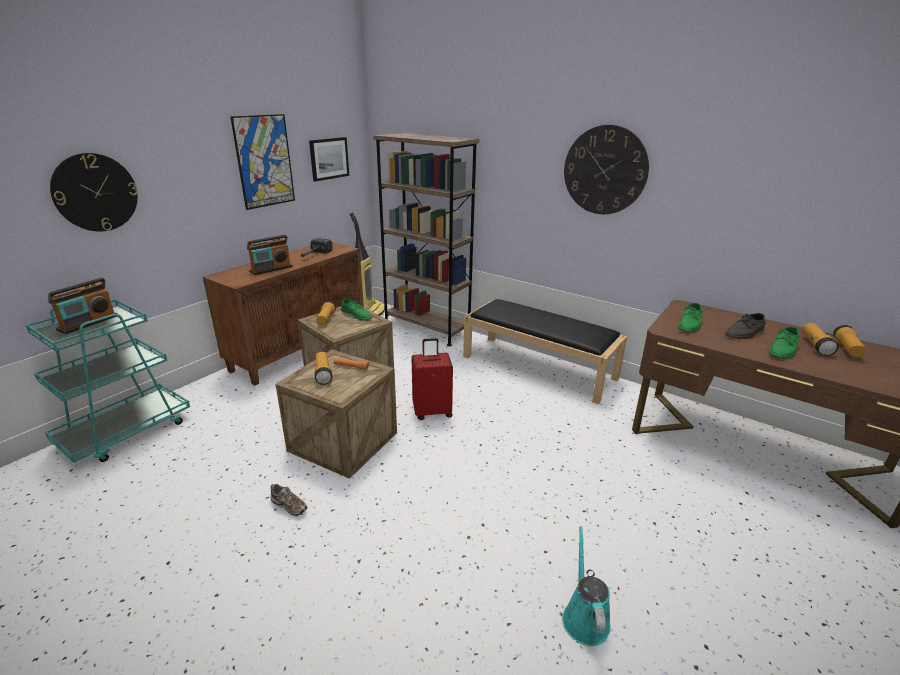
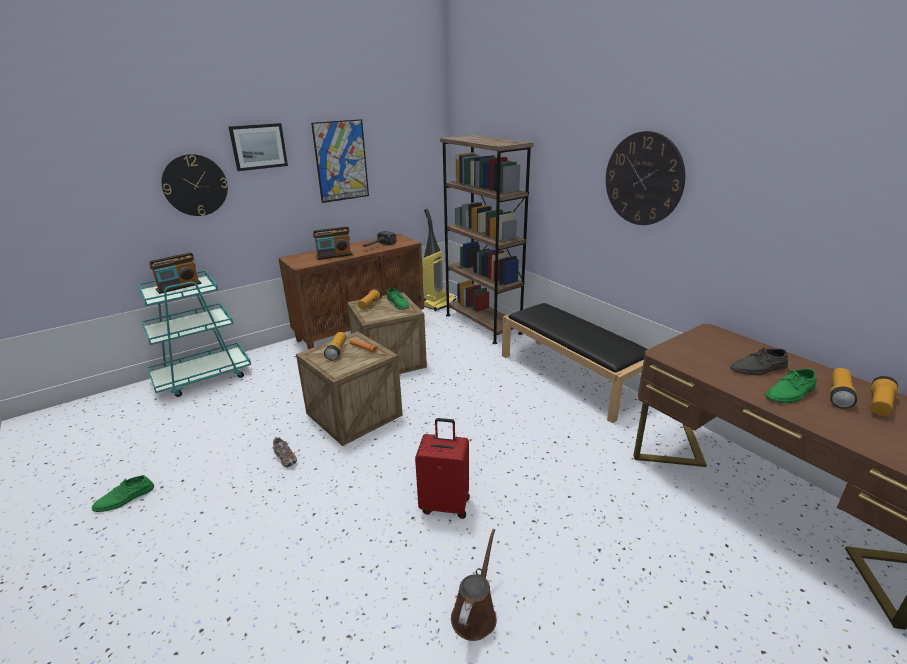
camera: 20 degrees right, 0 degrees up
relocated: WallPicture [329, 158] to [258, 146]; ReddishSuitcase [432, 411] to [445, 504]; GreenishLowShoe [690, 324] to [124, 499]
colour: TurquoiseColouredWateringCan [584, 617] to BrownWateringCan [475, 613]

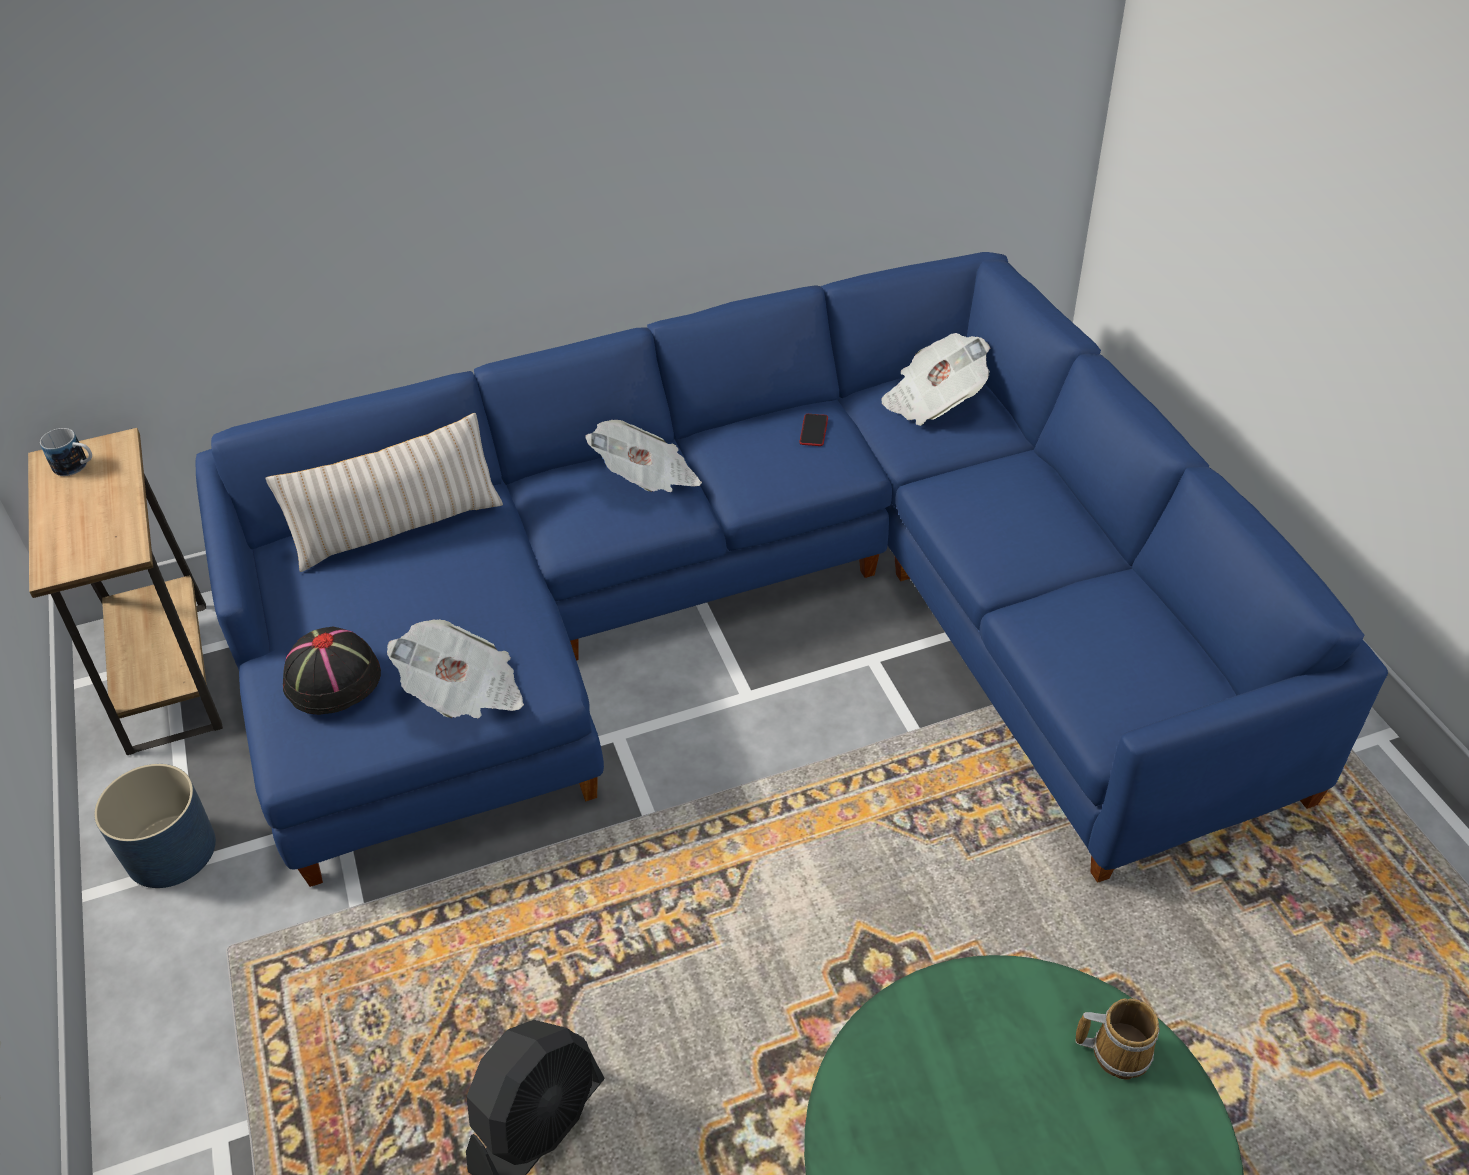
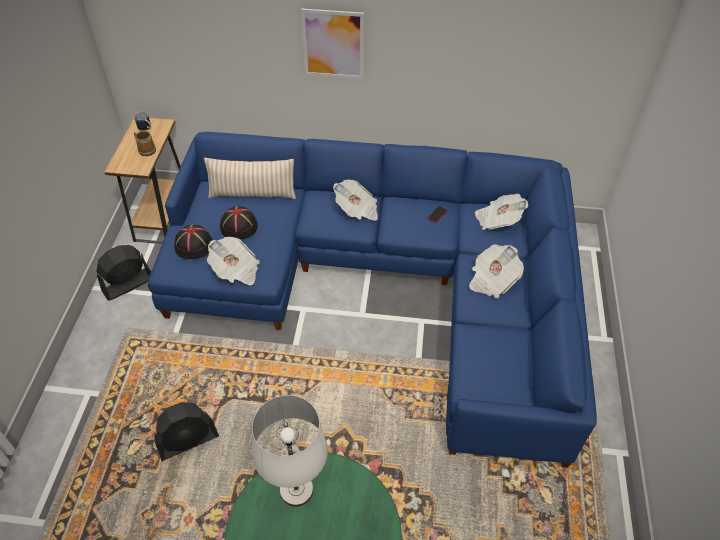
camera: 25 degrees right, 5 degrees up
appeared: BlackishClothingHat [238, 227]; WhiteColouredTableLamp [296, 490]; WallPicture [333, 44]; DailyPaper [492, 280]
relocated: TeaMug [1117, 1050] to [146, 150]
exchanged: BluishPlanter [171, 852] to BlackishFan [128, 284]

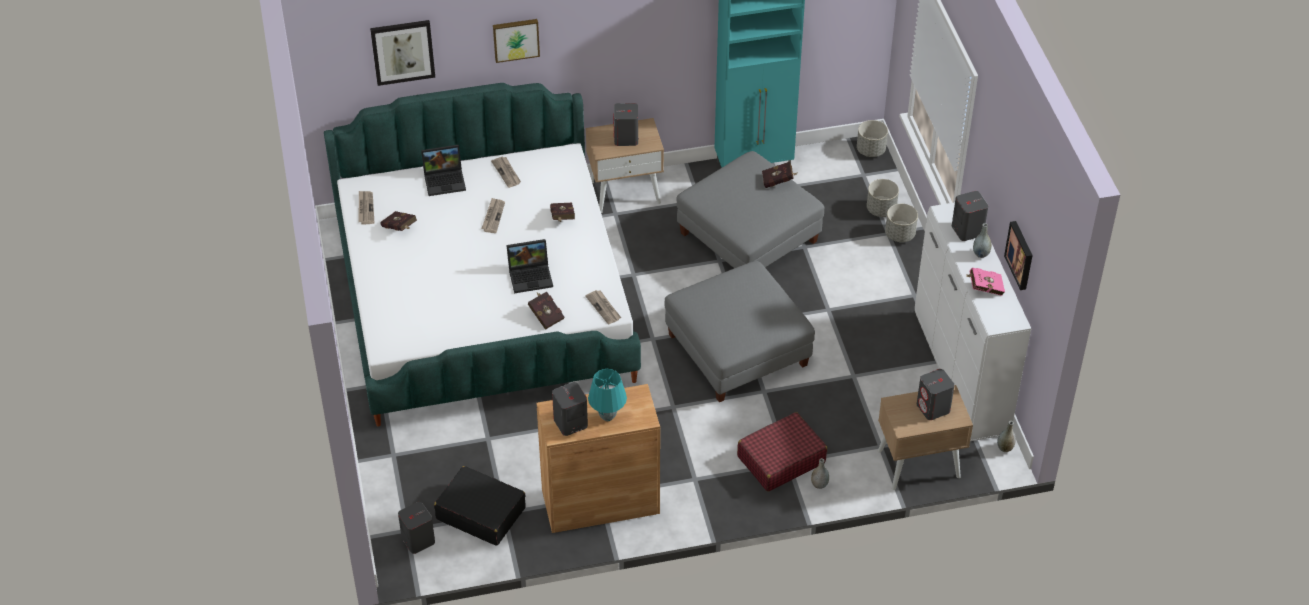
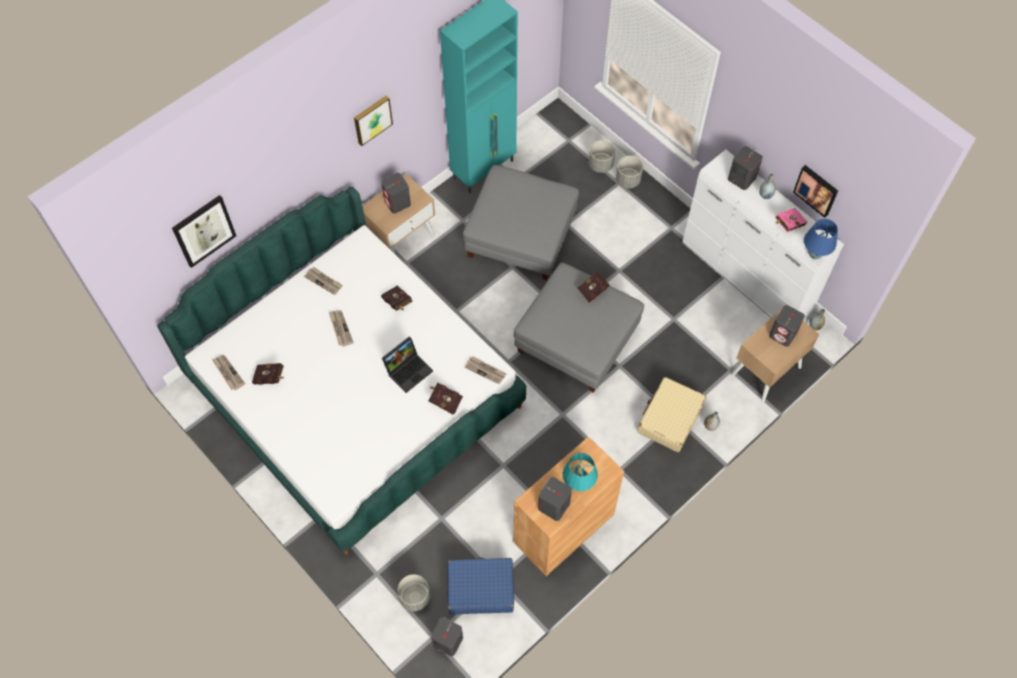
camera: 30 degrees left, 15 degrees up
missing: PortableComputer [445, 180]
appeared: BluishTableLamp [814, 254]
relocated: WallPicture [516, 39] to [372, 119]; ReddishVolume [779, 181] to [594, 290]; GrayPlanter [871, 150] to [415, 597]
colour: BlackishSuitcase [480, 513] to BluishSuitcase [480, 589]; ReddishSuitcase [780, 459] to SandColouredSuitcase [669, 419]

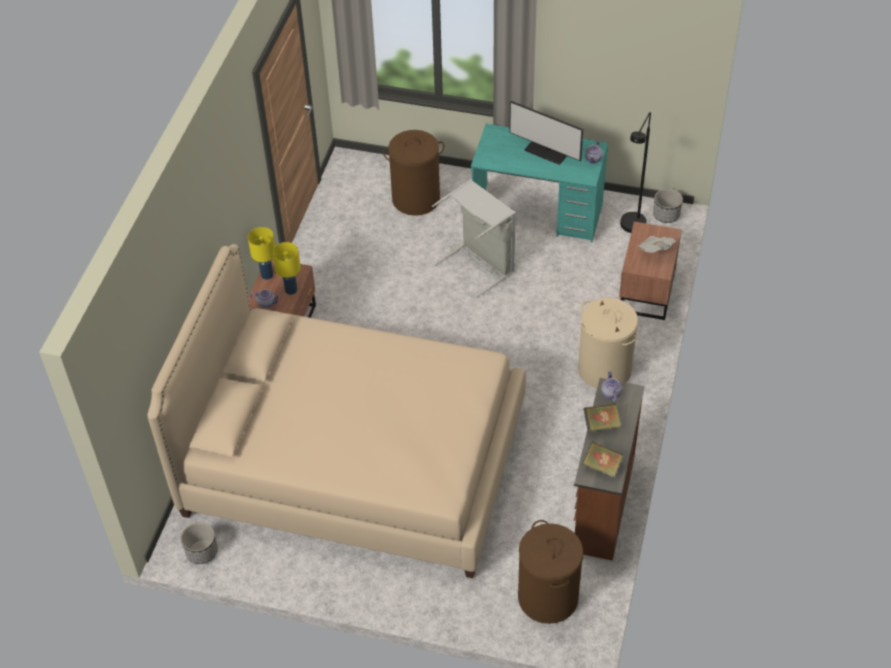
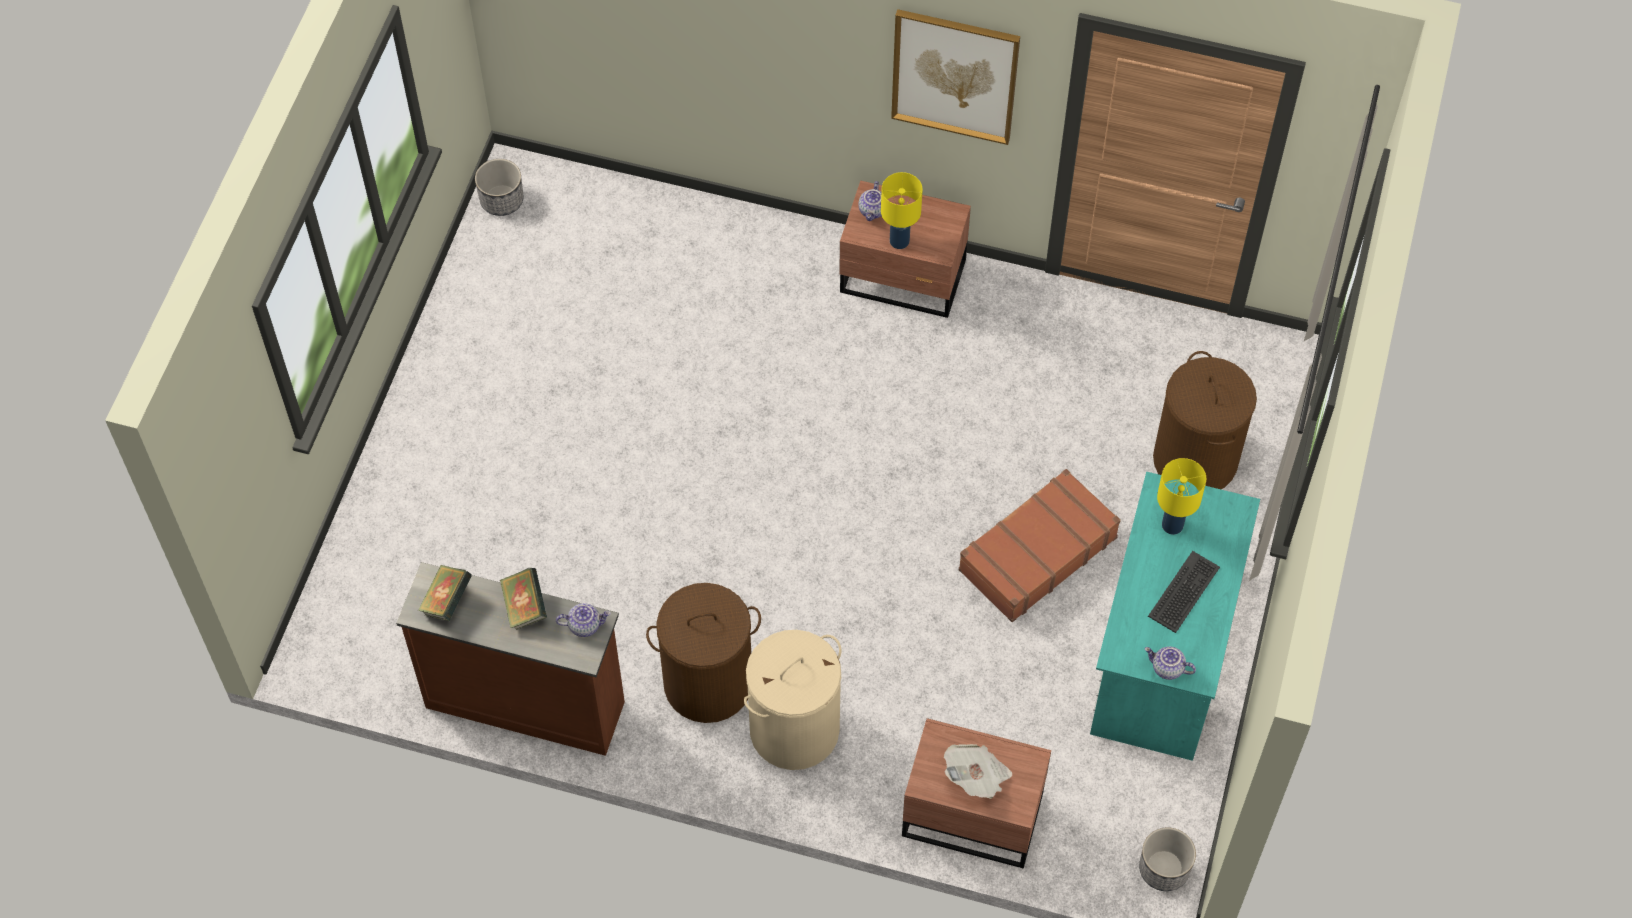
camera: 90 degrees right, 10 degrees up
missing: SandColouredBed [354, 460]; BlackishStandardLamp [631, 229]
appeared: WallPicture [954, 75]
relocated: YellowColouredTableLamp [267, 275] to [1172, 525]; BrownHamper [547, 597] to [708, 682]
exchanged: GrayHamper [480, 264] to BrownSuitcase [1036, 553]; ComputerDisplay [546, 152] to Keyboard [1184, 592]

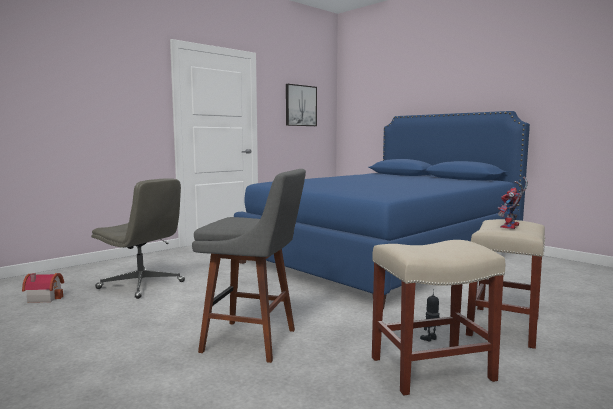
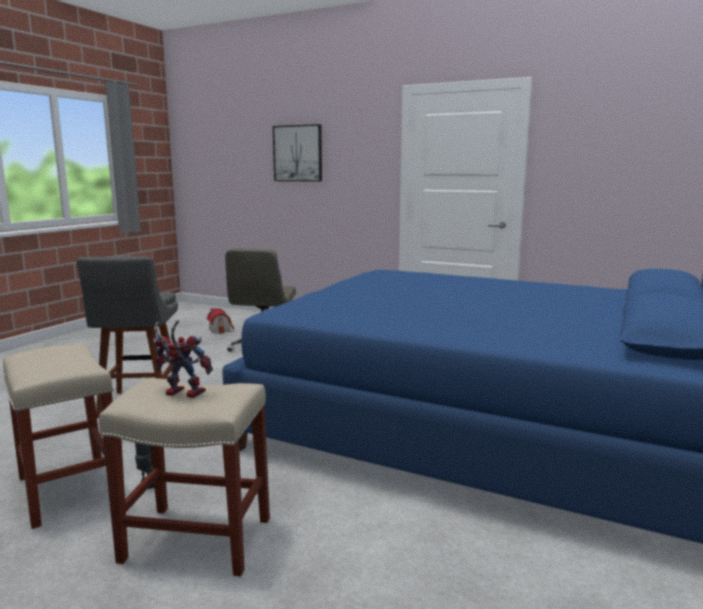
camera: 70 degrees right, 5 degrees up
relocated: WallPicture [300, 105] to [298, 153]

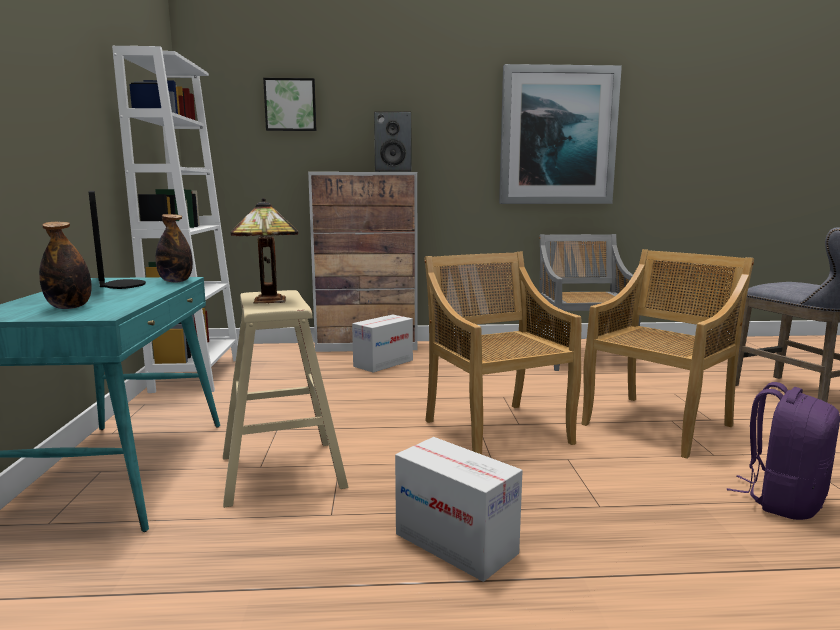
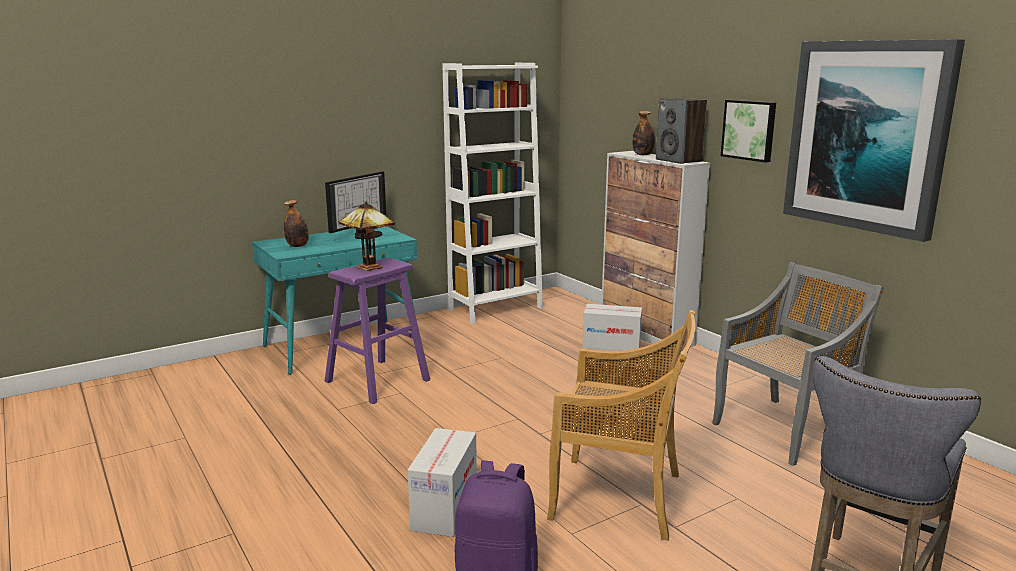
camera: 60 degrees right, 5 degrees up
missing: SandColouredPlainChair [496, 431]
relocated: Bottle [175, 281] to [642, 154]; WallPicture [290, 105] to [749, 130]; PackingBox [456, 543] to [445, 509]
colour: SandColouredSittingStool [282, 471] to PurplishSittingStool [377, 381]

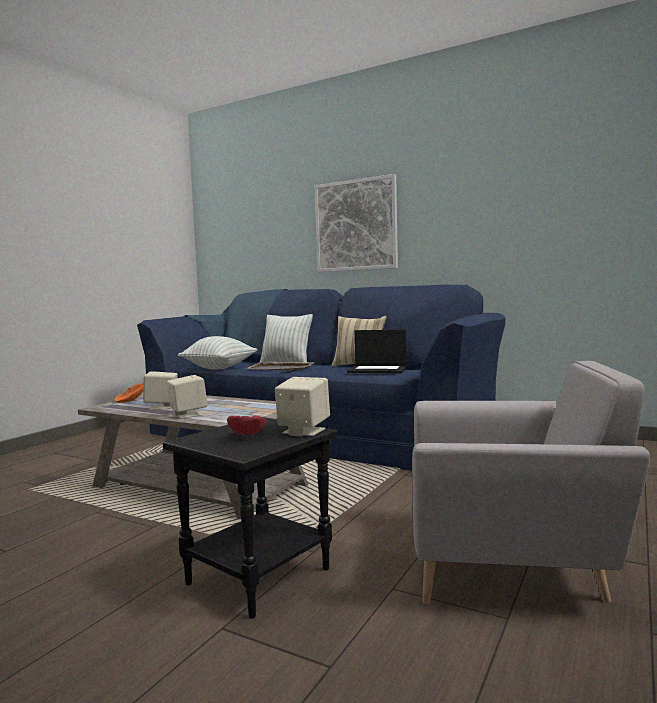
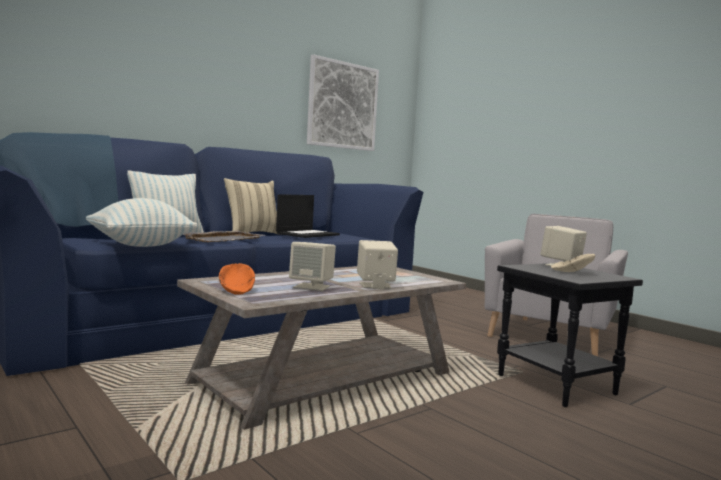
camera: 70 degrees left, 0 degrees up
relocated: WallPicture [356, 225] to [342, 105]
colour: ReddishDeepDish [249, 436] to SandColouredDeepDish [571, 272]

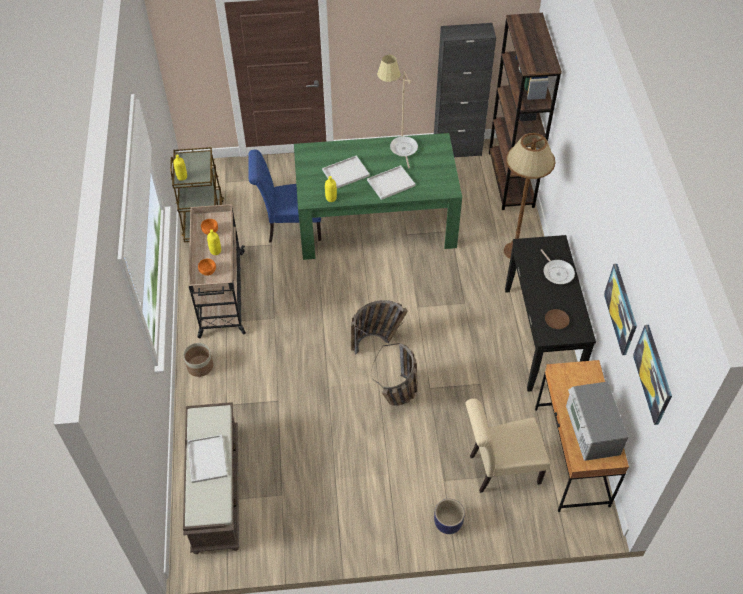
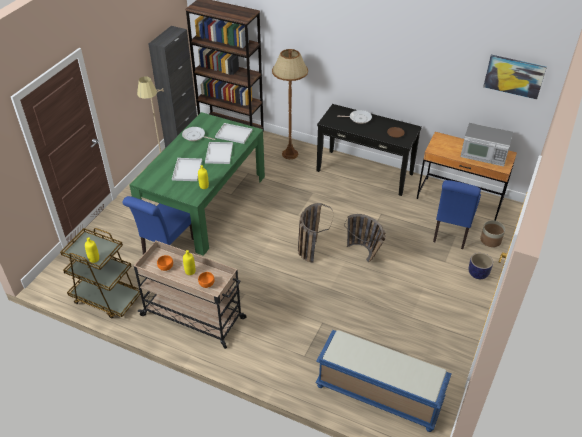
camera: 60 degrees left, 10 degrees down
missing: WallPicture [621, 309]
relocated: Planter [200, 366] to [490, 240]; WhiteColouredCarryingTray [208, 460] to [234, 134]
colour: BrownLongSeat [215, 488] to BluishLongSeat [377, 394]; SandColouredPlainChair [499, 469] to BluishPlainChair [451, 233]

